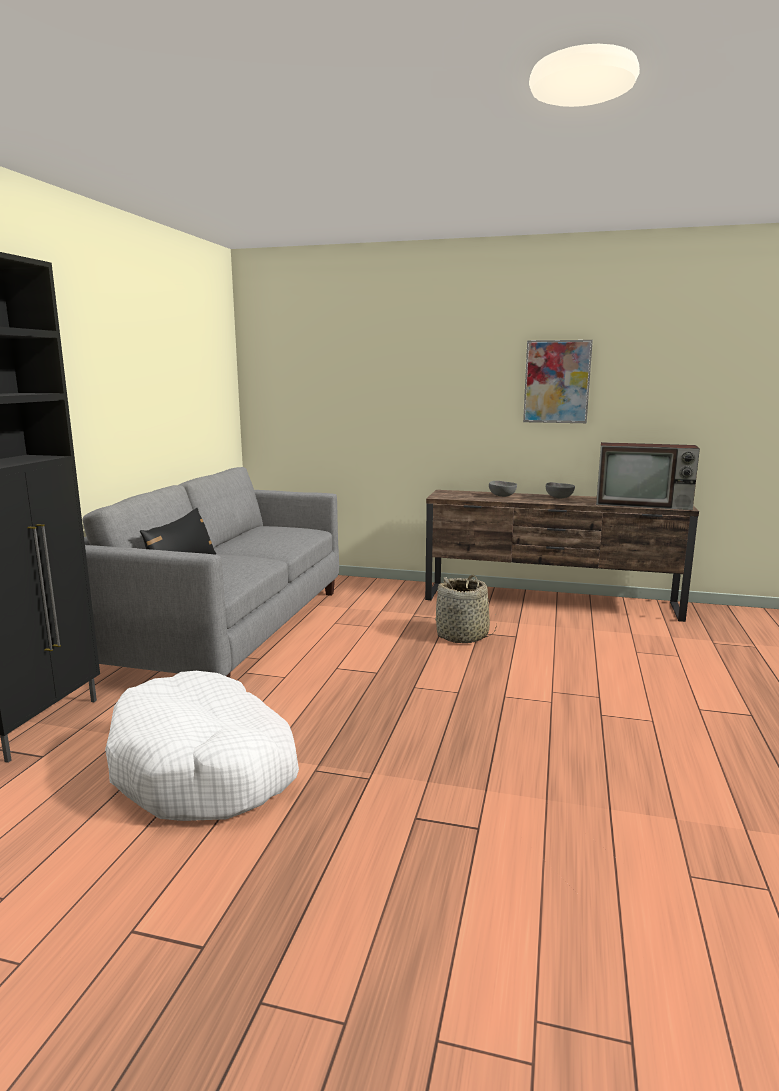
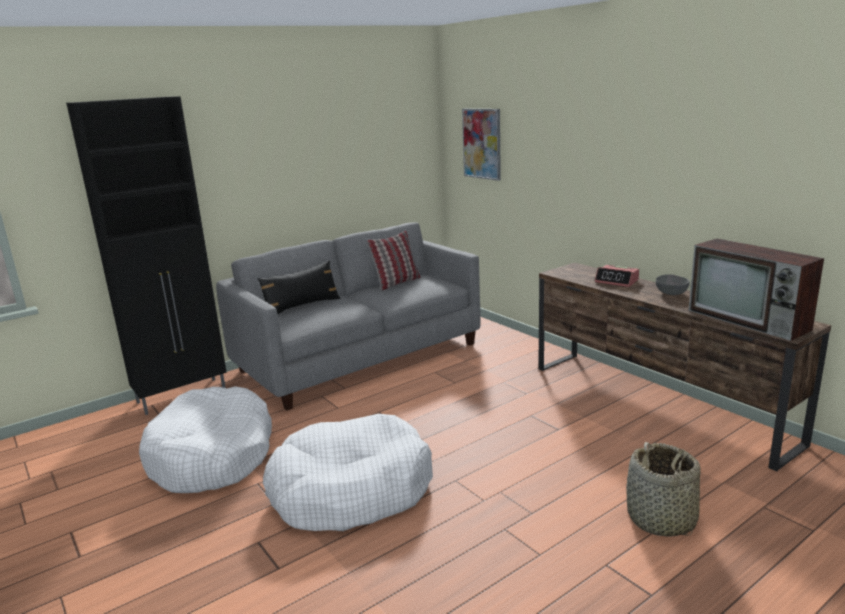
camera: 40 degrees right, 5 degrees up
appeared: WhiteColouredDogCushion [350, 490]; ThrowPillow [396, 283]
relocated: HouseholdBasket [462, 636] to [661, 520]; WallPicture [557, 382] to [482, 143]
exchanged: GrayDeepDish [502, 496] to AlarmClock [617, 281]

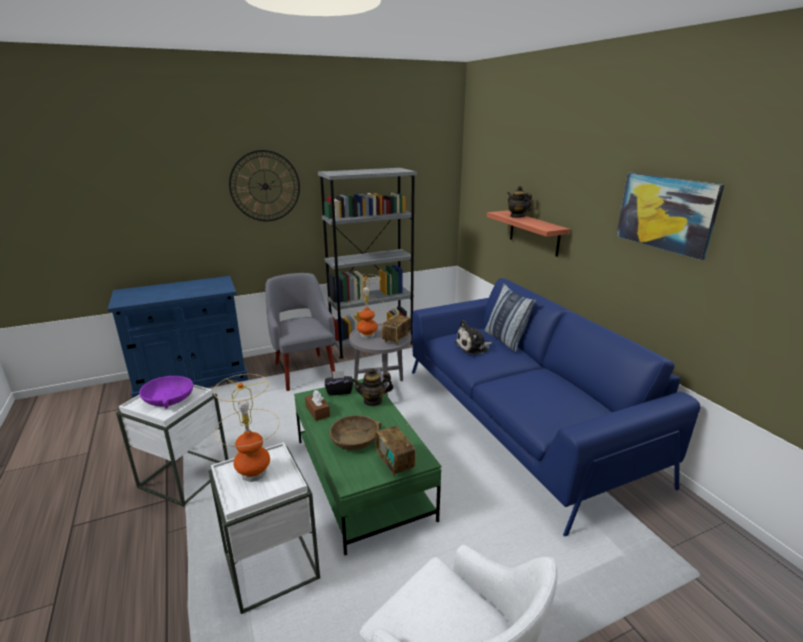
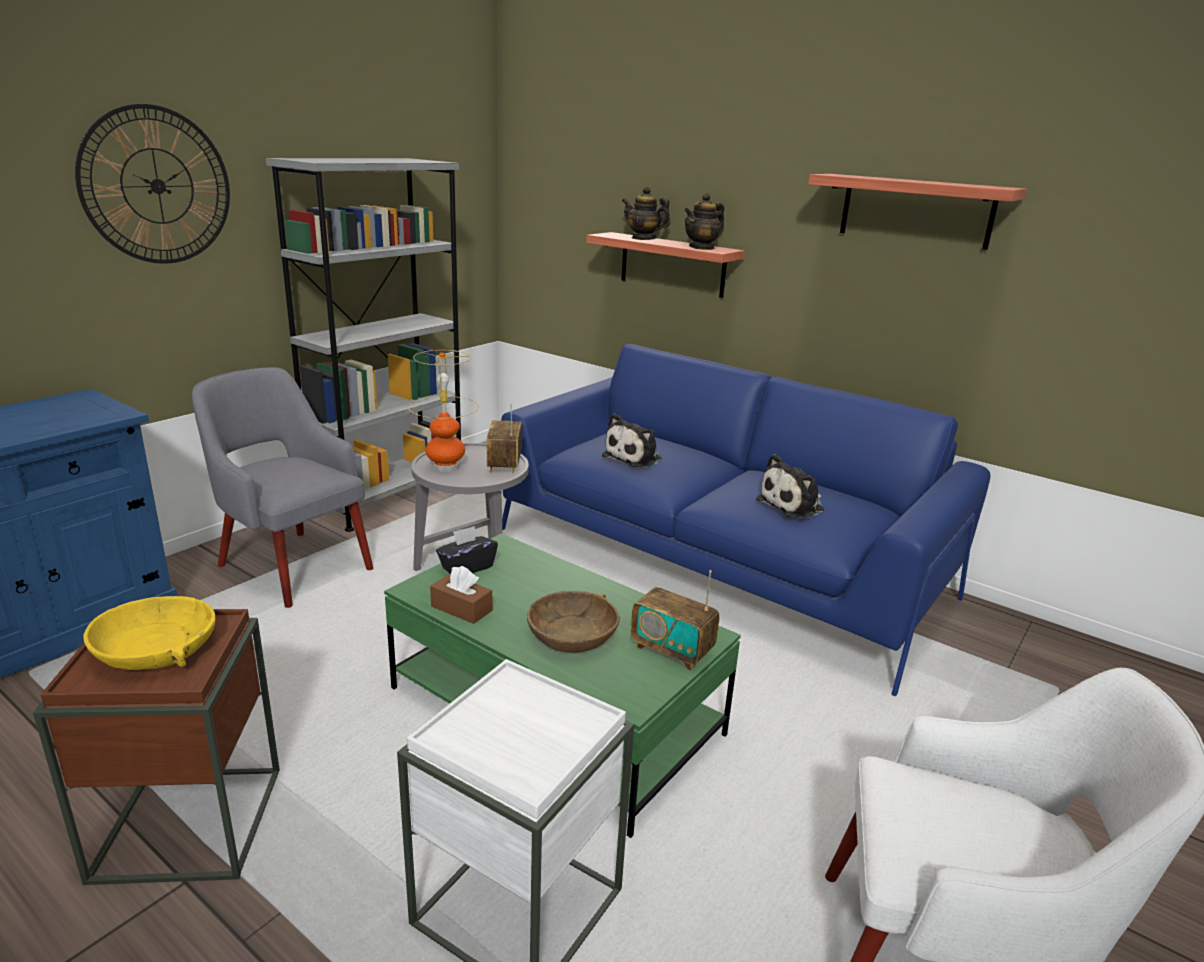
camera: 30 degrees left, 0 degrees up
missing: TableLamp [253, 473]; ThrowPillow [505, 340]
appeared: CuddlyToy [793, 505]
relocated: TeaPot [373, 401] to [702, 248]
exchanged: WallPicture [666, 213] to Shelf [916, 211]
colour: WhiteColouredAccentTable [184, 476] to BrownAccentTable [189, 823]; PurplishDeepDish [169, 398] to YellowColouredDeepDish [157, 649]

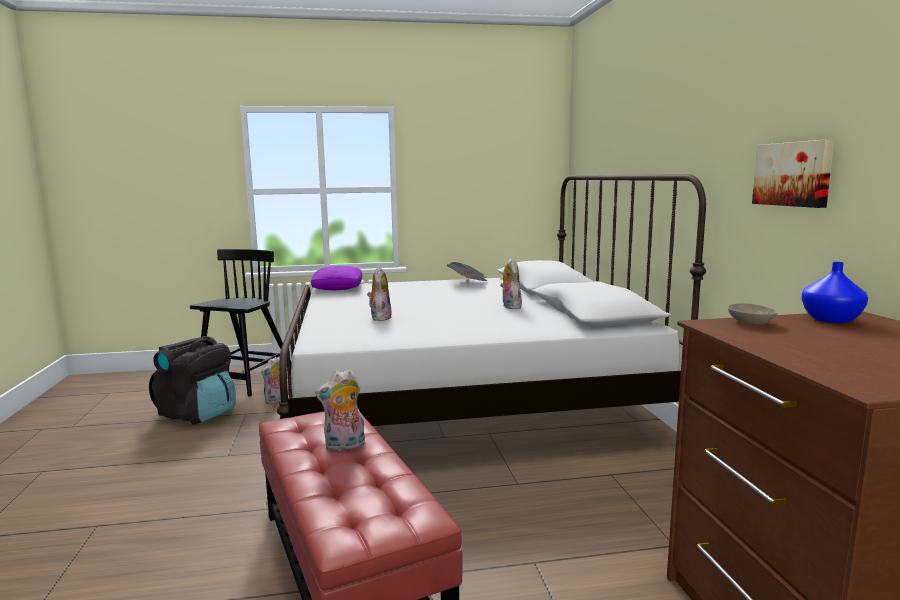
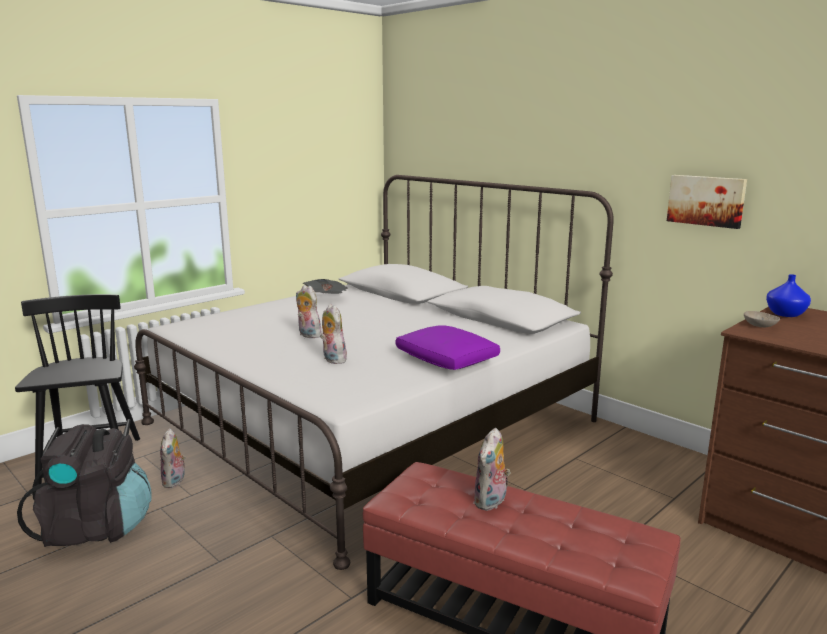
camera: 35 degrees left, 5 degrees up
relocated: PurplishThrowPillow [338, 288] to [447, 360]; CuddlyToy [510, 306] to [307, 335]

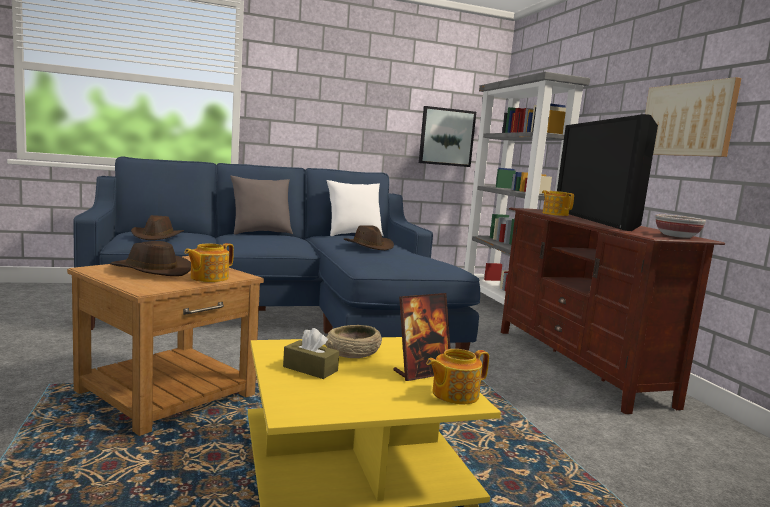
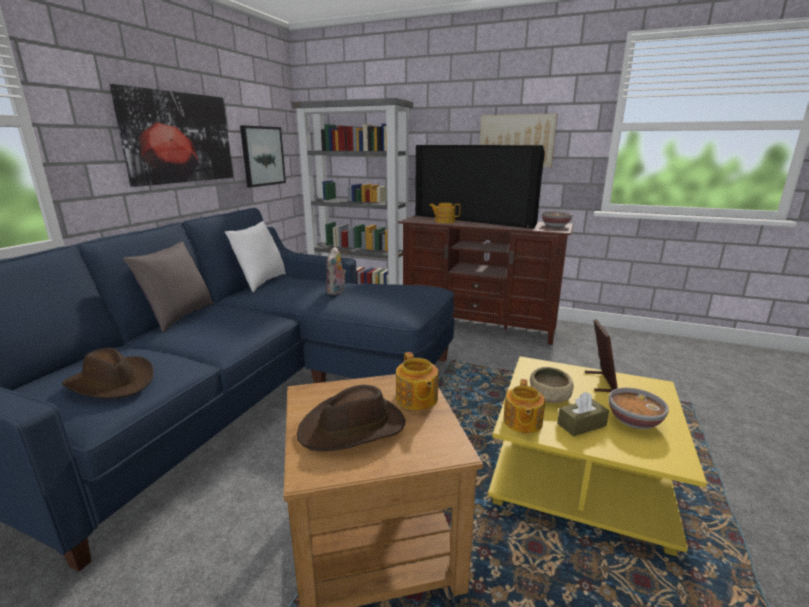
camera: 50 degrees left, 10 degrees up
appeared: WallPicture [179, 138]; DeepDish [633, 421]
relocated: TeaPot [454, 394] to [522, 422]
exchanged: BrownClothingHat [369, 246] to CuddlyToy [336, 292]

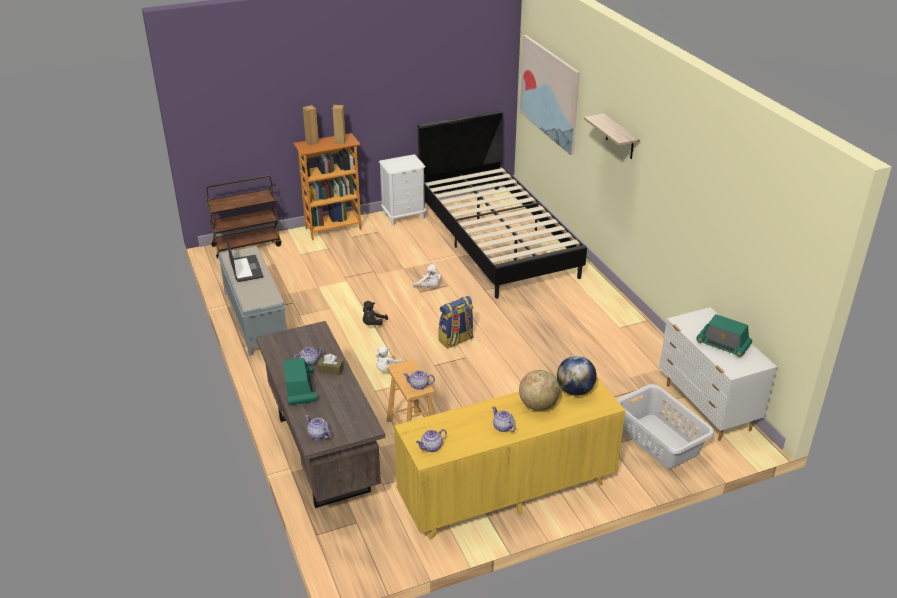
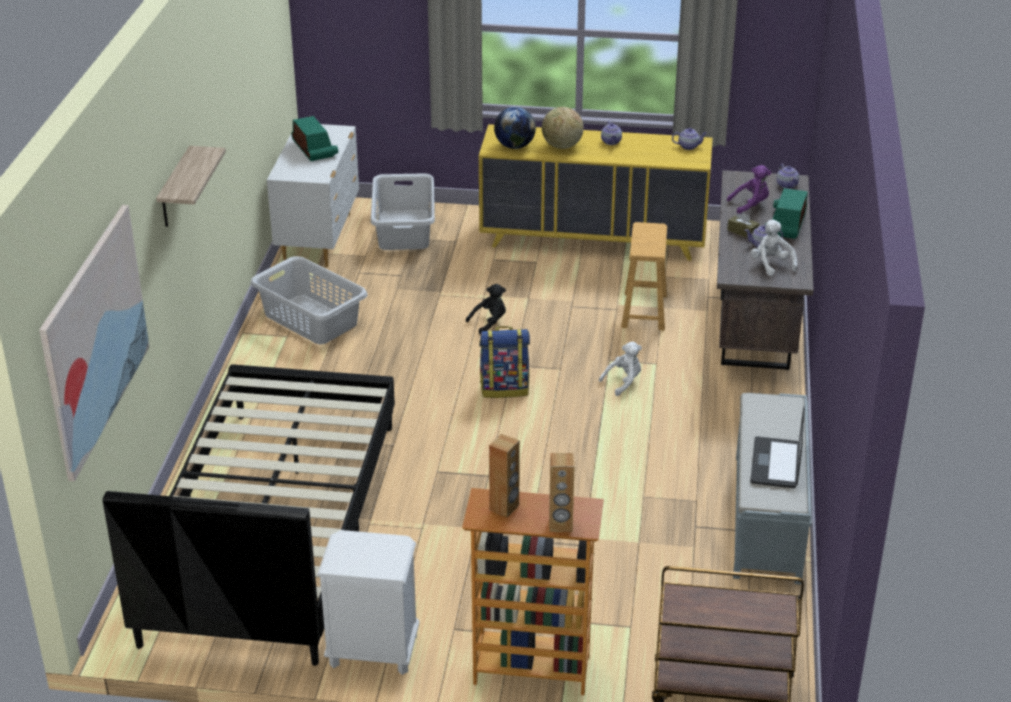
camera: 150 degrees left, 0 degrees up
missing: TeaPot [419, 385]
appeared: GrayHamper [311, 319]; PurplishCuddlyToy [750, 205]
relocated: BlackishCuddlyToy [373, 324] to [489, 323]; WhiteColouredCuddlyToy [429, 287] to [771, 264]

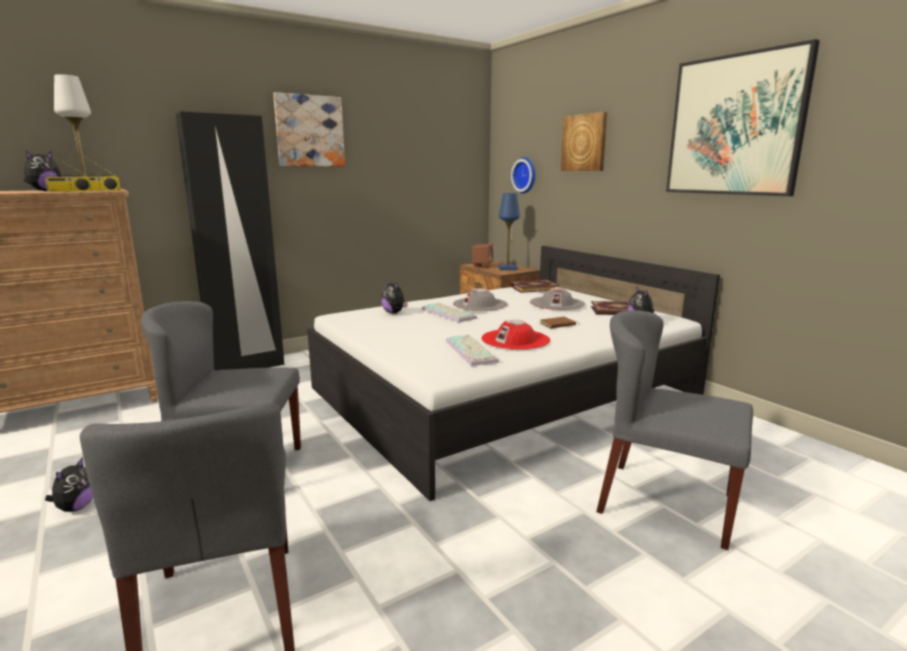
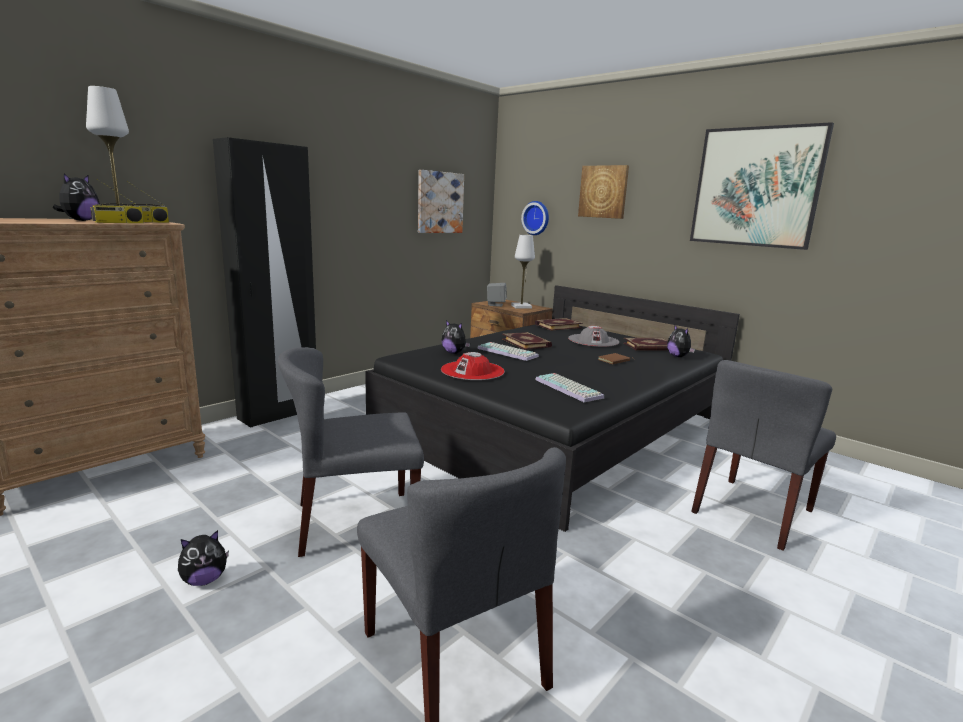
camera: 15 degrees left, 0 degrees up
relocated: WallPicture [309, 131] to [439, 202]; ReddishClothingHat [515, 340] to [472, 371]
exchanged: GrayClothingHat [480, 304] to Volume [527, 343]
colour: WhiteColouredBed [502, 392] to BlackishBed [554, 426]; BrownLoudspeaker [482, 266] to GrayLoudspeaker [496, 305]; BluishTableLamp [507, 268] to WhiteColouredTableLamp [521, 306]
spun: CuddlyToy [76, 507] = [204, 580] 60 degrees clockwise; GrayPlainChair [665, 502] = [752, 512] 60 degrees counterclockwise

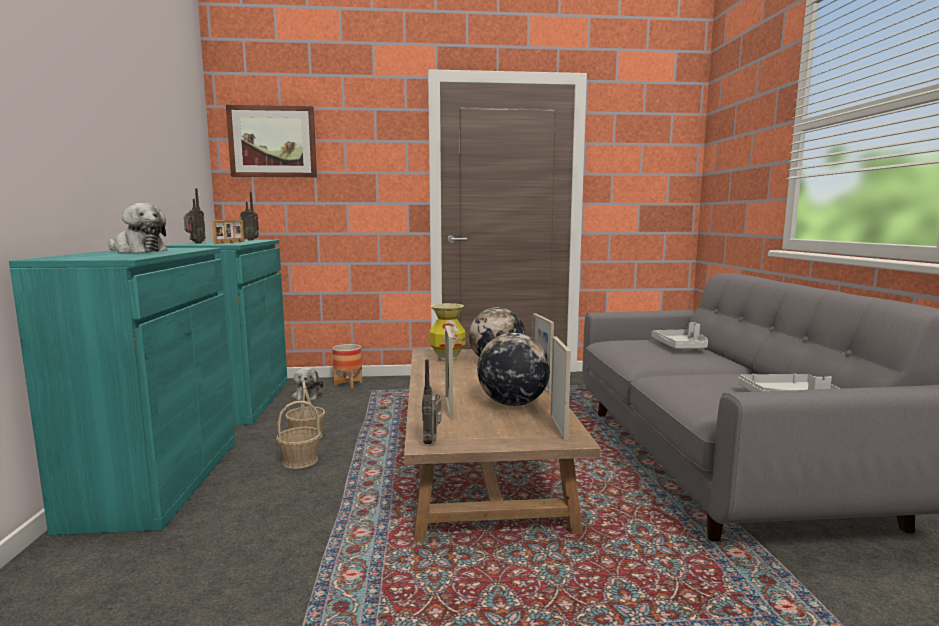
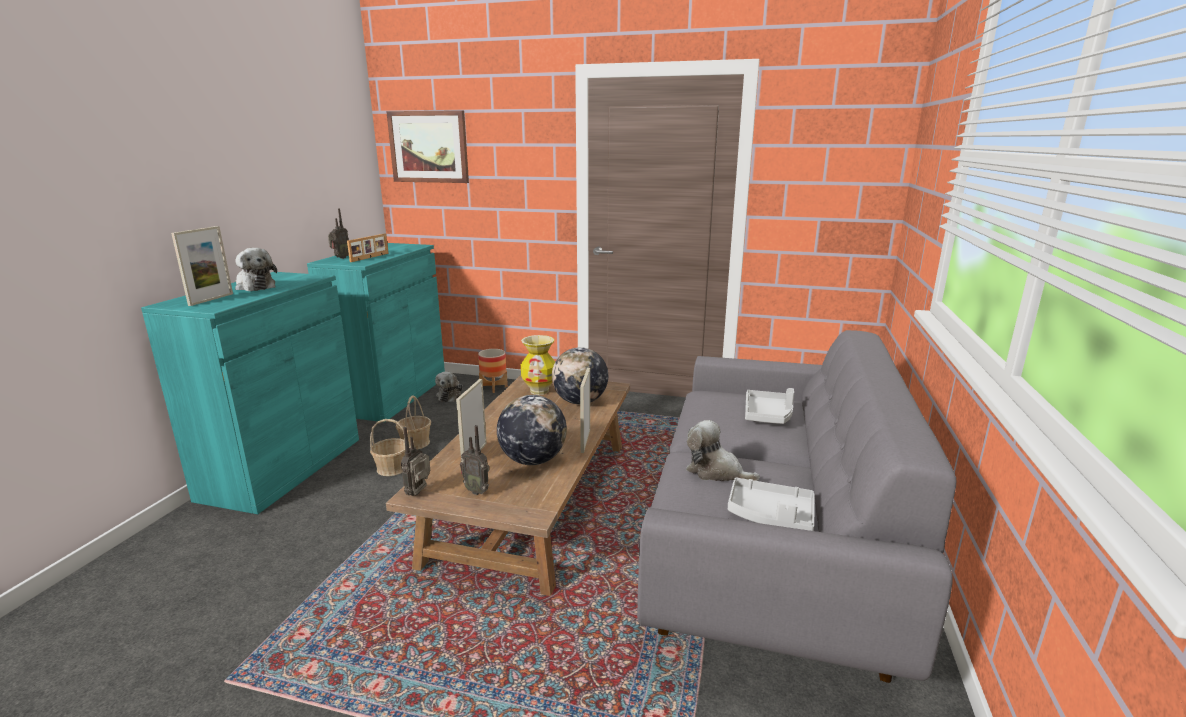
camera: 20 degrees right, 10 degrees up
appeared: CuddlyToy [716, 471]
relocated: Radio [250, 240] to [477, 491]; StandingFrame [558, 427] to [211, 299]

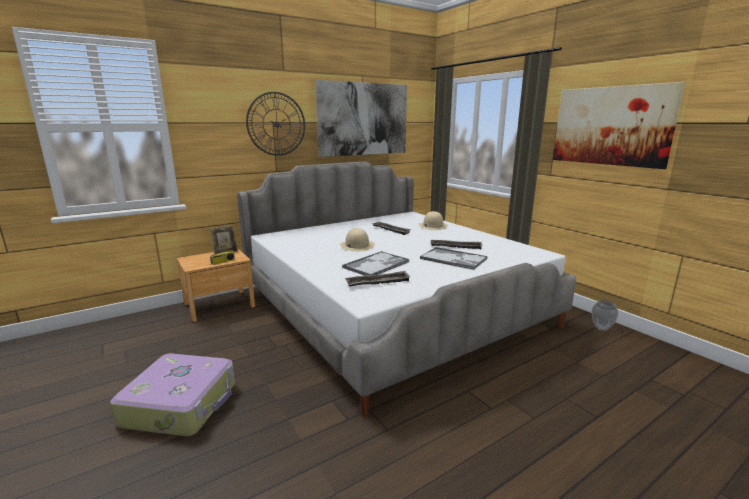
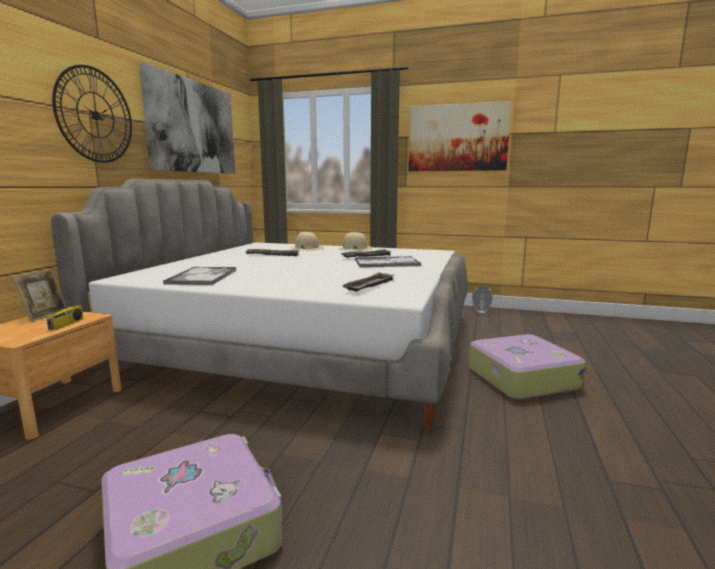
camera: 40 degrees left, 5 degrees down
appeared: Suitcase [520, 378]
relocated: SandColouredClothingHat [357, 245] to [354, 248]; CarryingTray [376, 264] to [203, 277]

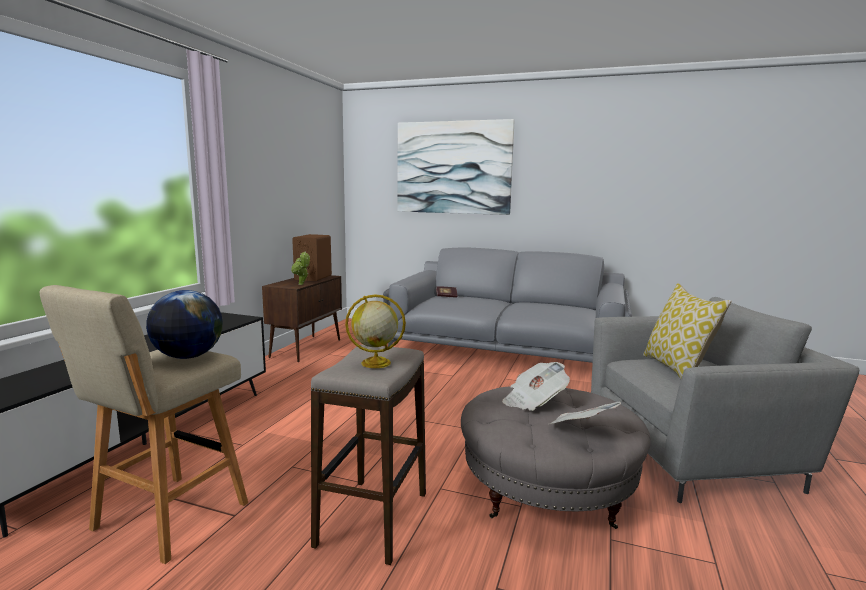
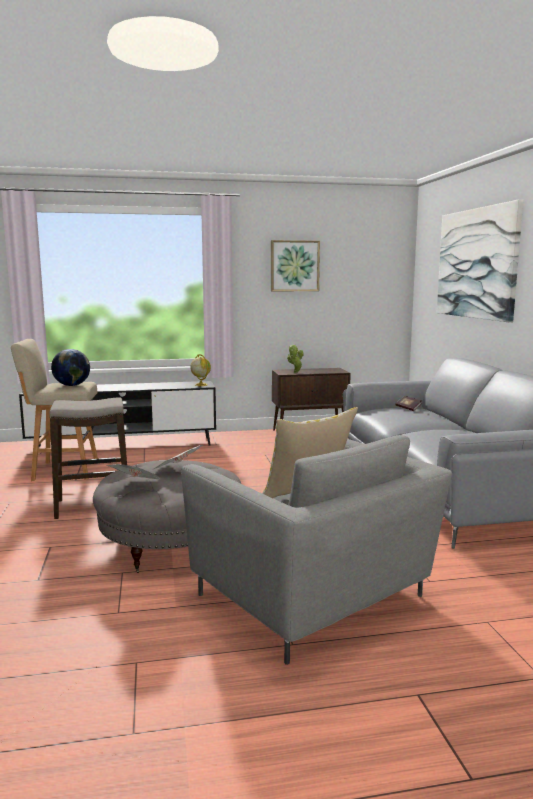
camera: 60 degrees right, 0 degrees up
missing: BrownLoudspeaker [313, 277]
appeared: WallPicture [294, 266]
relocated: Globe [375, 363] to [200, 385]

